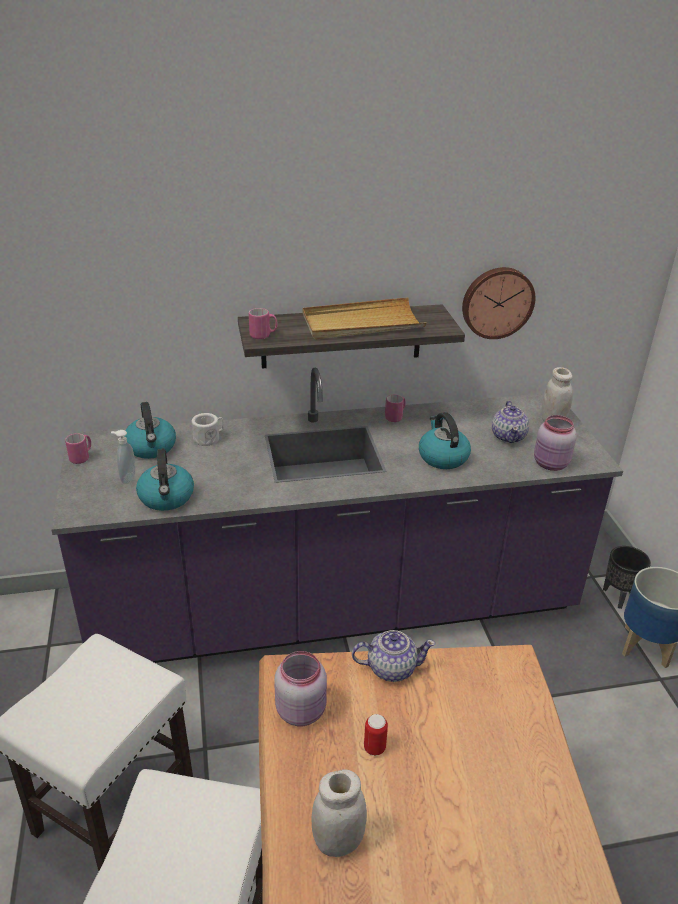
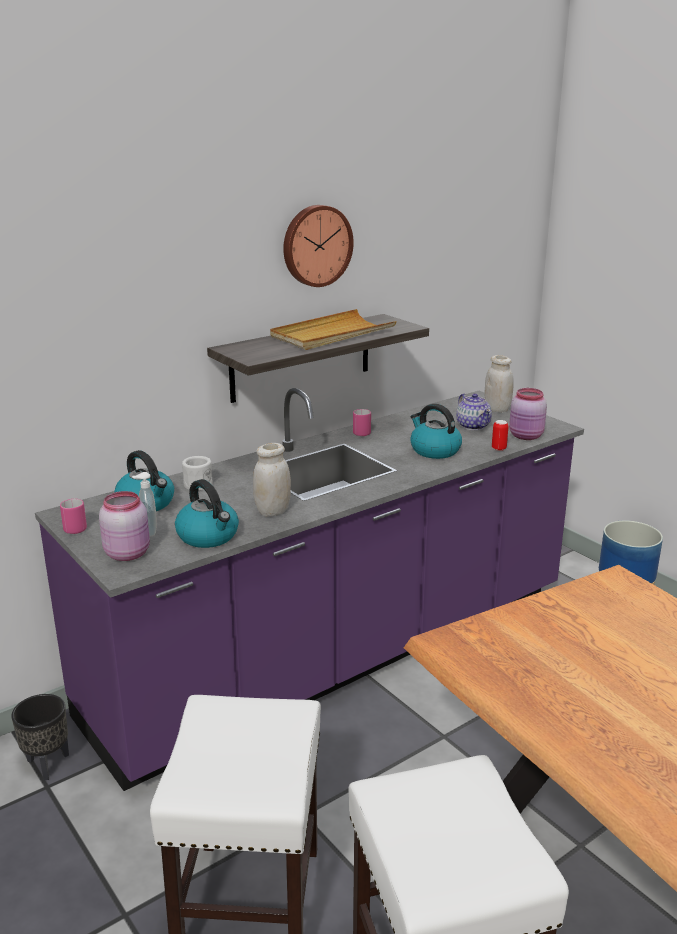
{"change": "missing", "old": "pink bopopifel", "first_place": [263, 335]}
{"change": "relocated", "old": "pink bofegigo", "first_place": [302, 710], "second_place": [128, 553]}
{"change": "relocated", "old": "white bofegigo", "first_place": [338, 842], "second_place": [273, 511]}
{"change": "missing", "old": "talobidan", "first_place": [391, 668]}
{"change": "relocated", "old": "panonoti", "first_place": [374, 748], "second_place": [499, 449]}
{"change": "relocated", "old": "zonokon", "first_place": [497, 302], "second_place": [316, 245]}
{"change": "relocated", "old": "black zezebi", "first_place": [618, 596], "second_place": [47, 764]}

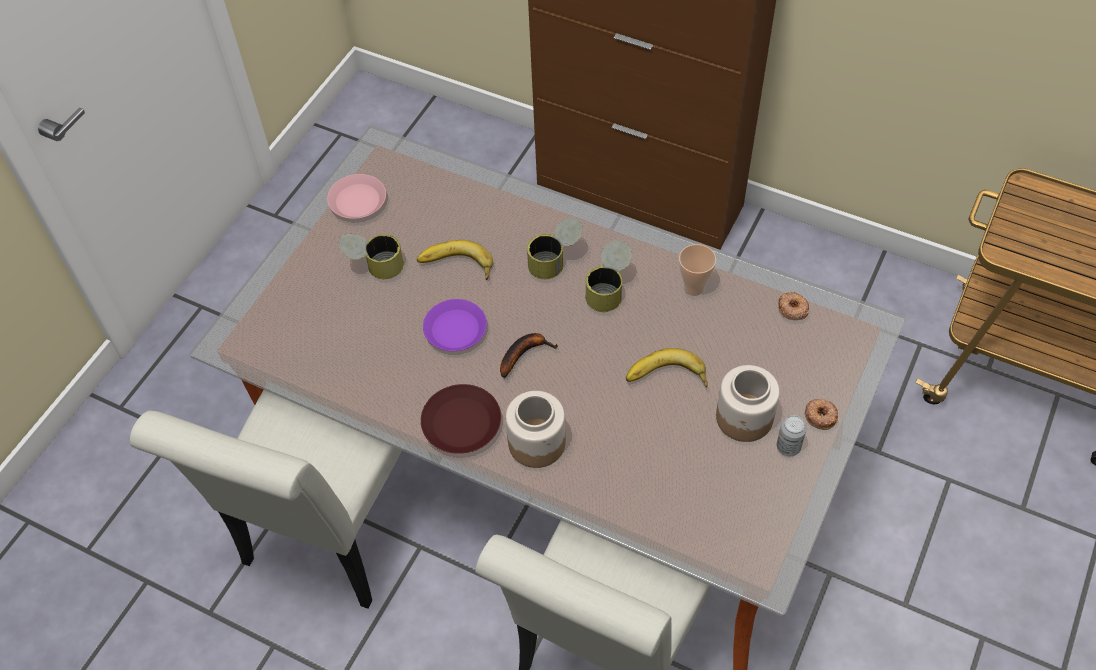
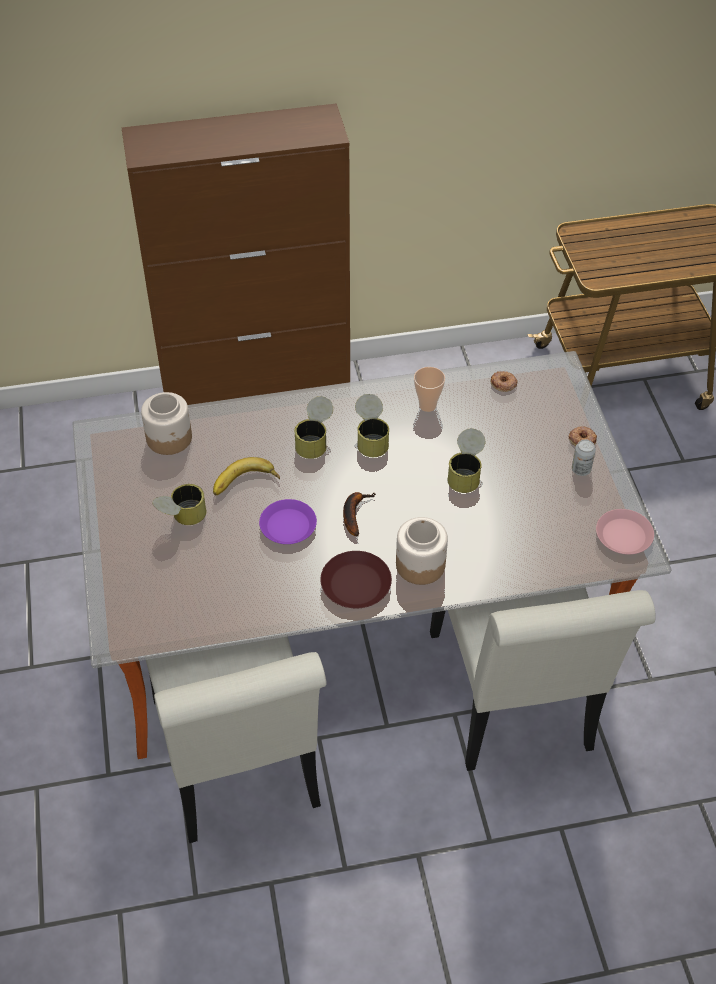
{"change": "relocated", "old": "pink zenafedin", "first_place": [357, 201], "second_place": [623, 536]}
{"change": "exchanged", "old": "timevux", "new": "panonoti", "first_place": [666, 379], "second_place": [466, 473]}
{"change": "relocated", "old": "bofegigo", "first_place": [744, 418], "second_place": [169, 438]}

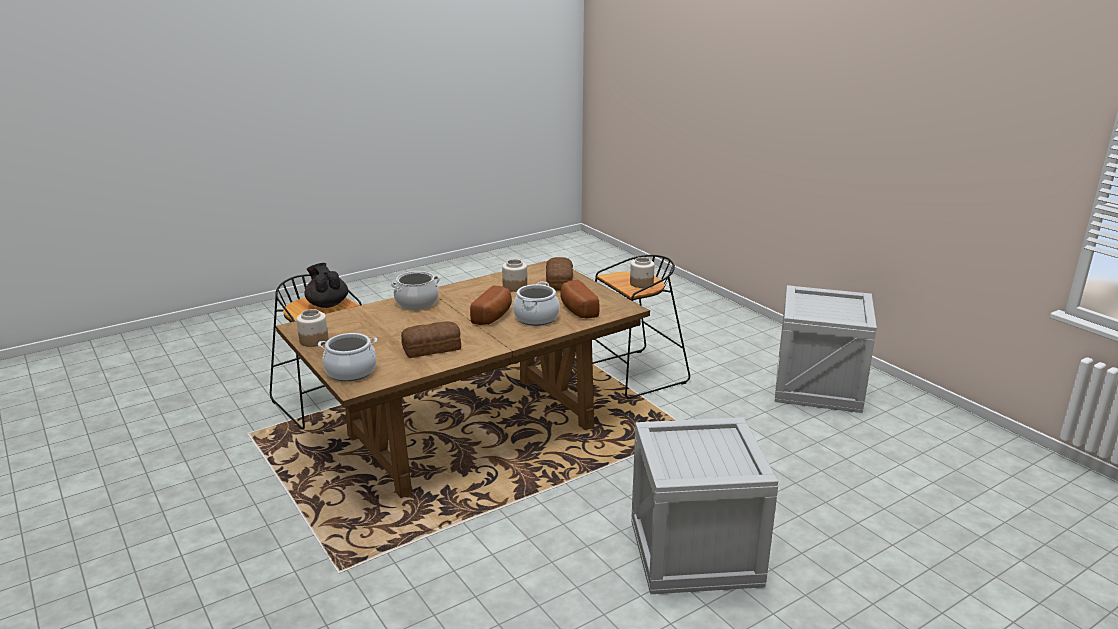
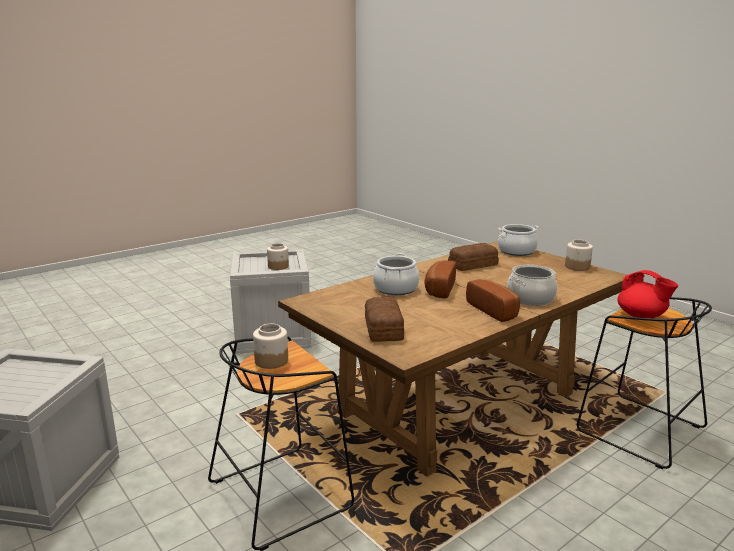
{"change": "colour", "old": "black talobidan", "new": "red talobidan", "first_place": [327, 304], "second_place": [641, 316]}
{"change": "relocated", "old": "bofegigo", "first_place": [514, 287], "second_place": [278, 266]}
{"change": "relocated", "old": "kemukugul", "first_place": [576, 310], "second_place": [494, 310]}

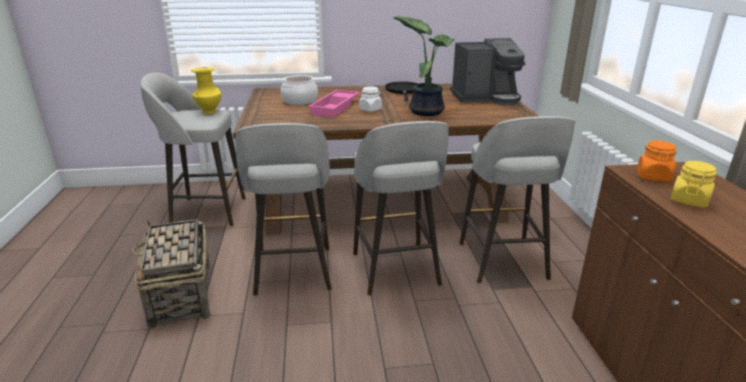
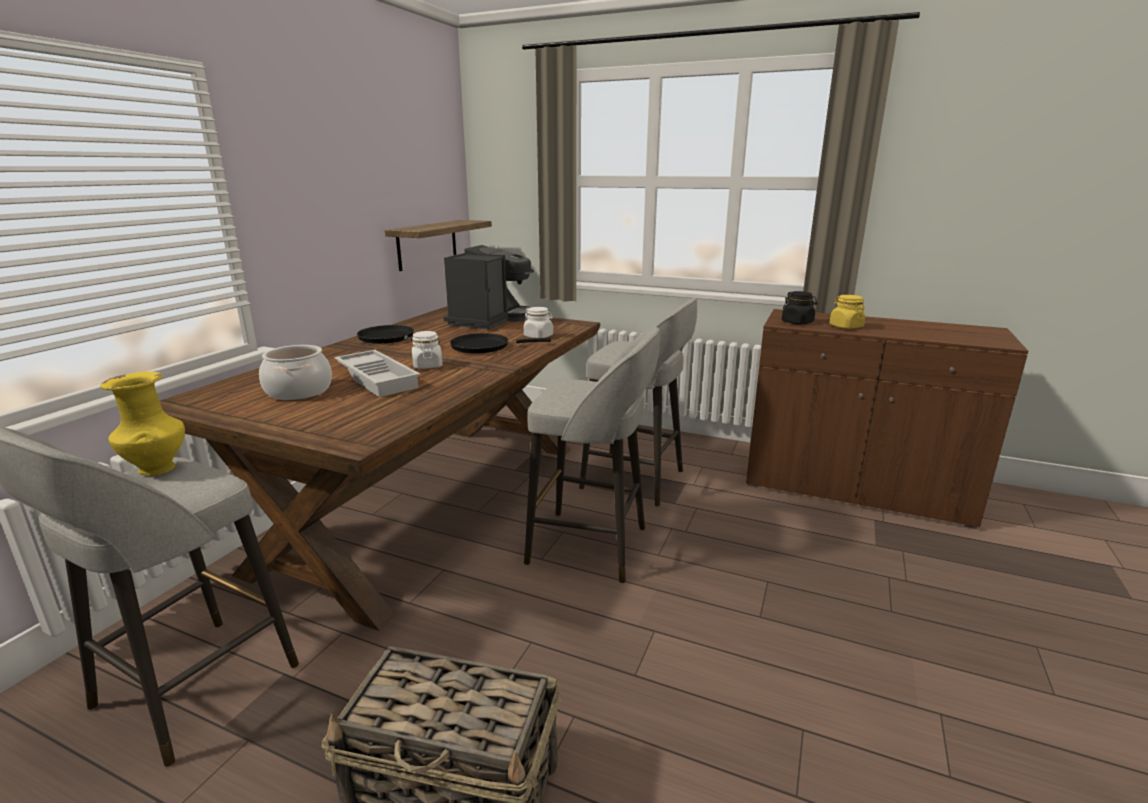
{"change": "missing", "old": "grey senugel", "first_place": [293, 272]}
{"change": "colour", "old": "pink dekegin", "new": "white dekegin", "first_place": [336, 107], "second_place": [379, 378]}
{"change": "exchanged", "old": "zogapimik", "new": "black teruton", "first_place": [425, 111], "second_place": [485, 347]}
{"change": "colour", "old": "orange bofegigo", "new": "black bofegigo", "first_place": [653, 177], "second_place": [797, 322]}
{"change": "appeared", "new": "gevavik", "second_place": [427, 244]}
{"change": "appeared", "new": "white bofegigo", "second_place": [538, 336]}

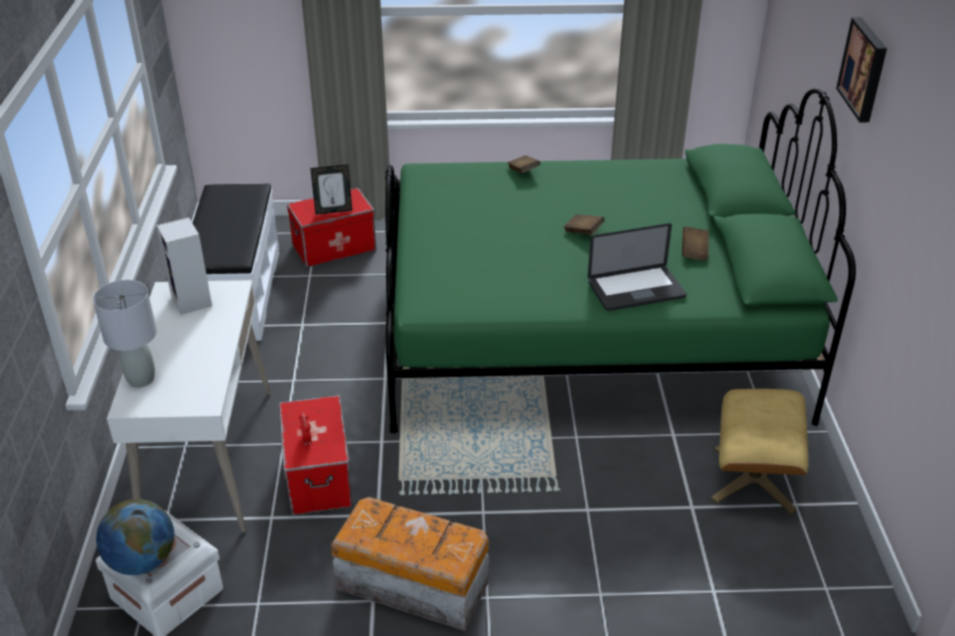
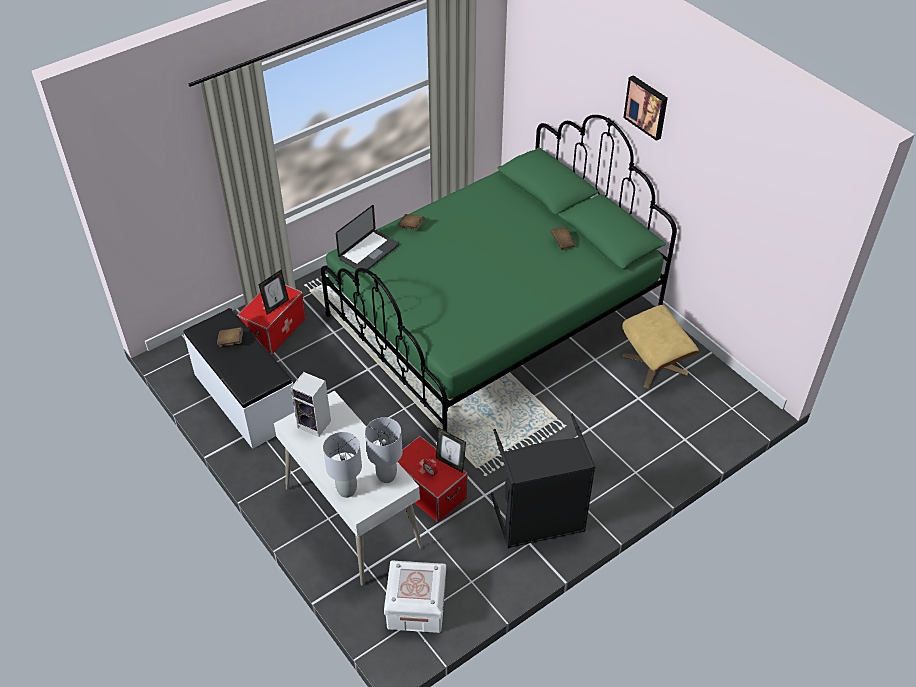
{"change": "missing", "old": "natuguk", "first_place": [142, 561]}
{"change": "exchanged", "old": "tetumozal", "new": "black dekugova", "first_place": [412, 583], "second_place": [540, 522]}
{"change": "relocated", "old": "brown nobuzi", "first_place": [583, 232], "second_place": [231, 341]}
{"change": "relocated", "old": "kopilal", "first_place": [636, 290], "second_place": [369, 252]}
{"change": "appeared", "new": "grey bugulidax", "second_place": [386, 476]}
{"change": "appeared", "new": "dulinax", "second_place": [450, 463]}

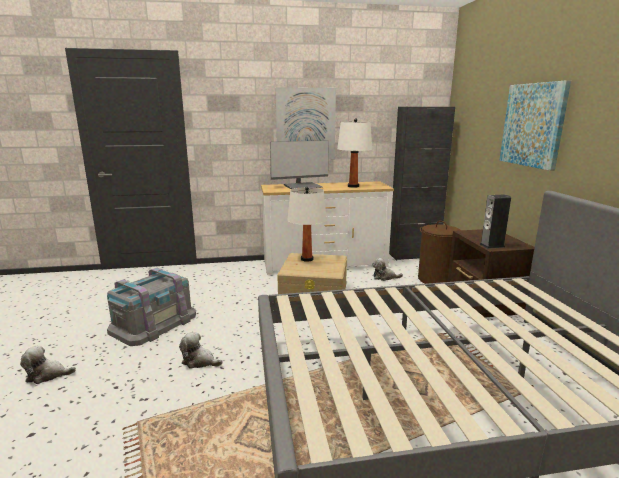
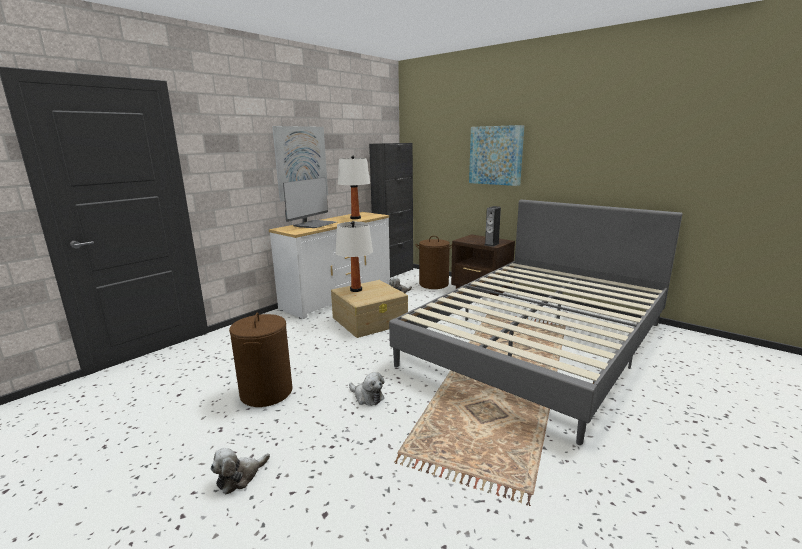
{"change": "exchanged", "old": "grey tetumozal", "new": "brown dekugova", "first_place": [153, 323], "second_place": [266, 392]}
{"change": "spun", "old": "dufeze", "first_place": [199, 361], "second_place": [367, 397], "degrees": -120}

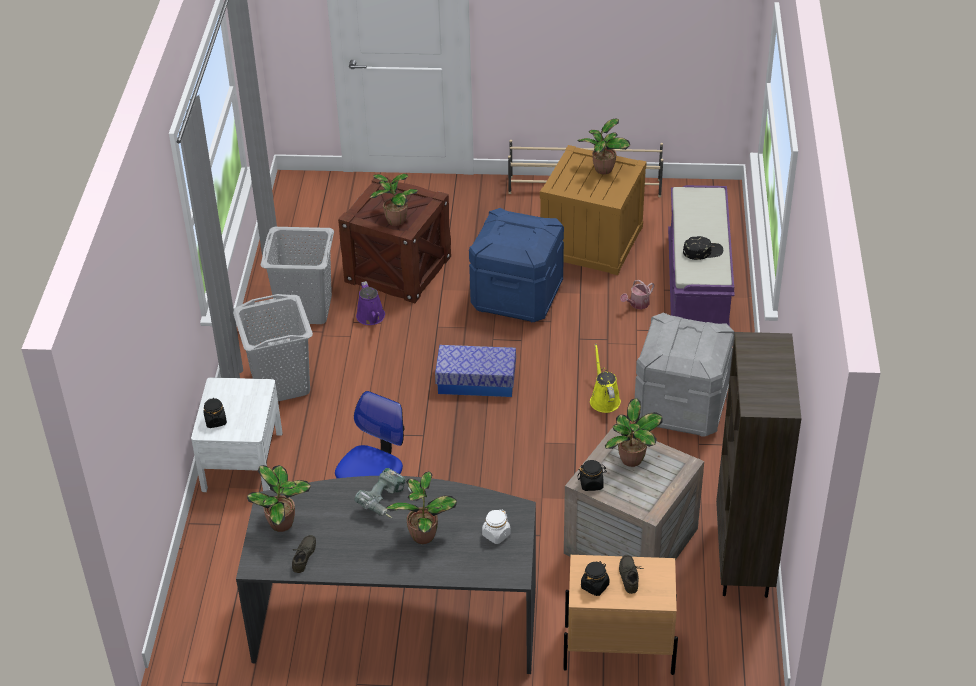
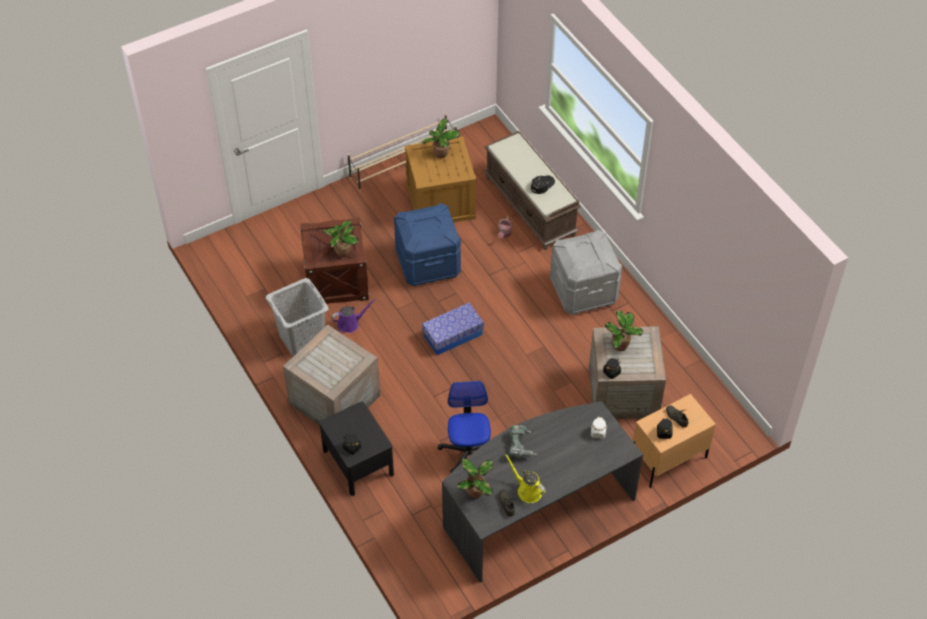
{"change": "colour", "old": "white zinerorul", "new": "black zinerorul", "first_place": [242, 461], "second_place": [358, 462]}
{"change": "exchanged", "old": "grey dekugova", "new": "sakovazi", "first_place": [281, 383], "second_place": [334, 398]}
{"change": "spun", "old": "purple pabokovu", "first_place": [371, 318], "second_place": [350, 323], "degrees": -60}
{"change": "missing", "old": "zogapimik", "first_place": [423, 534]}
{"change": "relocated", "old": "yellow pabokovu", "first_place": [604, 399], "second_place": [527, 490]}
{"change": "colour", "old": "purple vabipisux", "new": "brown vabipisux", "first_place": [698, 289], "second_place": [531, 206]}
{"change": "missing", "old": "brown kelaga", "first_place": [744, 561]}

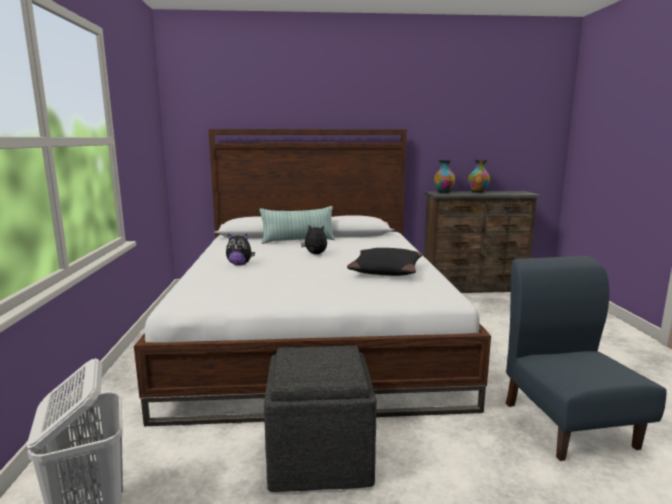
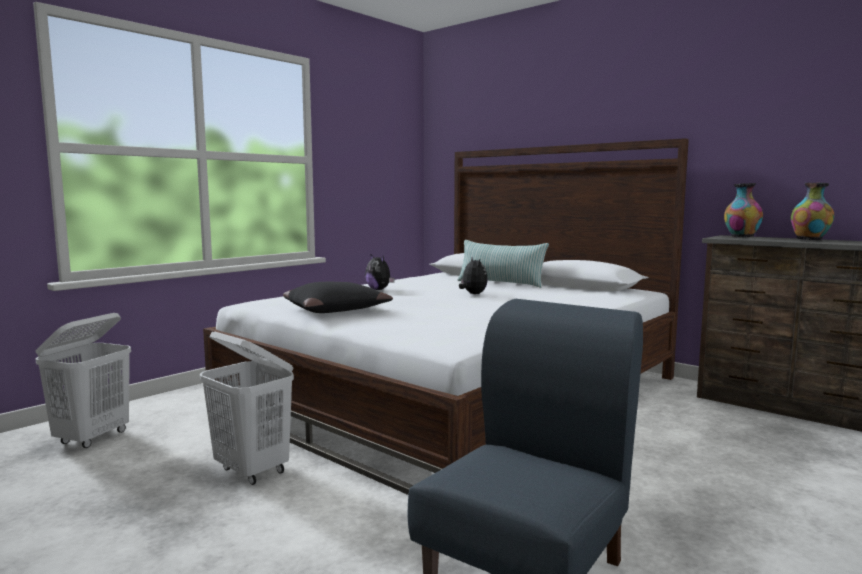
{"change": "exchanged", "old": "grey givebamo", "new": "white dekugova", "first_place": [320, 455], "second_place": [252, 471]}
{"change": "relocated", "old": "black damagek", "first_place": [385, 270], "second_place": [335, 310]}

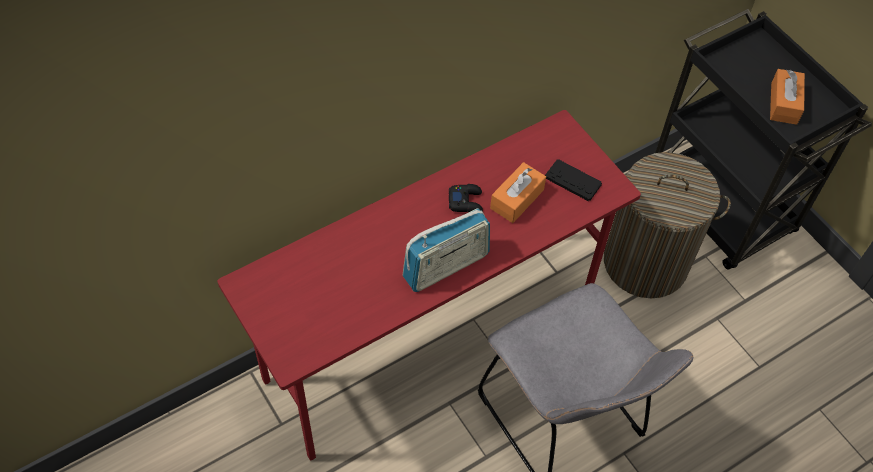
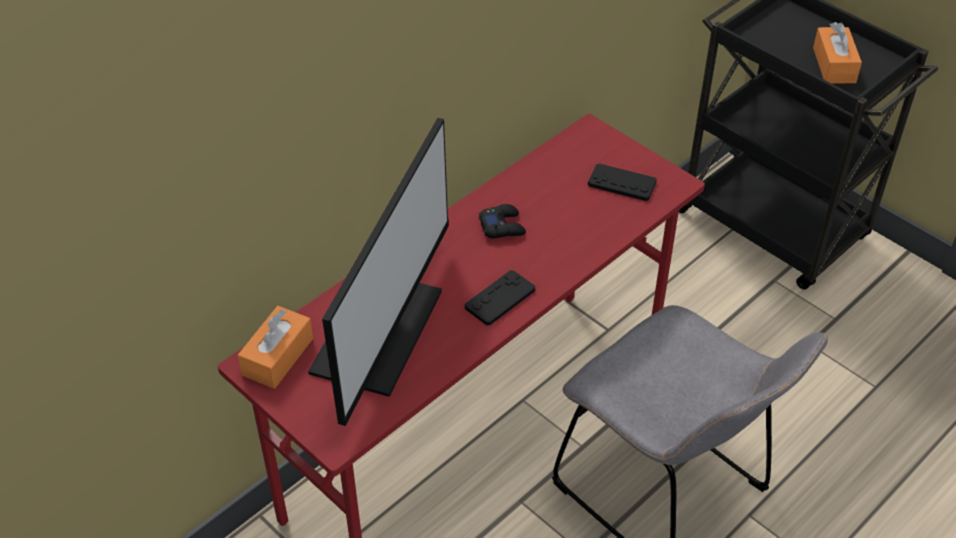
{"change": "exchanged", "old": "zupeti", "new": "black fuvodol", "first_place": [446, 266], "second_place": [500, 299]}
{"change": "relocated", "old": "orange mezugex", "first_place": [517, 199], "second_place": [278, 357]}
{"change": "missing", "old": "dekugova", "first_place": [645, 262]}
{"change": "appeared", "new": "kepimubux", "second_place": [380, 332]}

